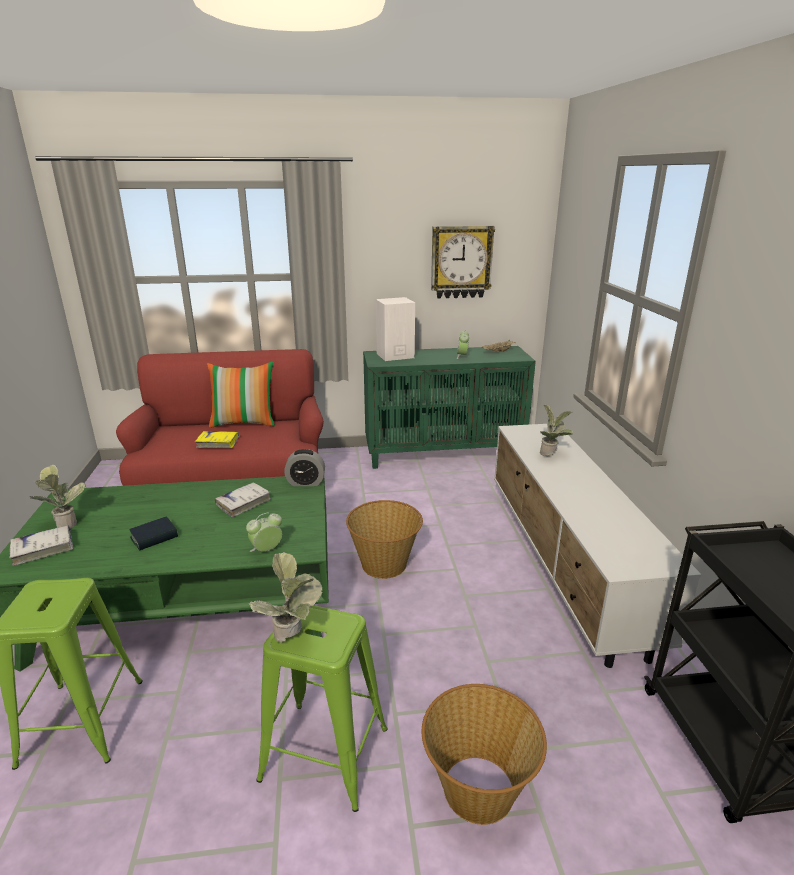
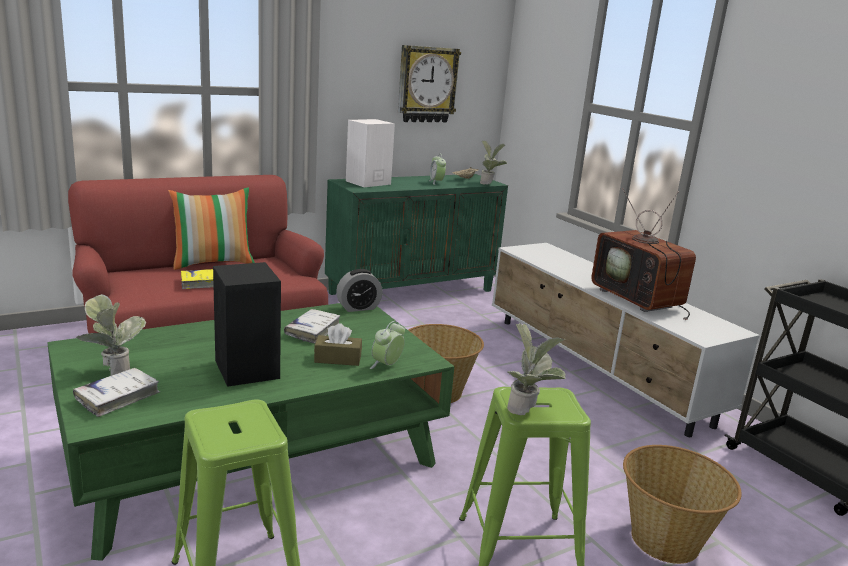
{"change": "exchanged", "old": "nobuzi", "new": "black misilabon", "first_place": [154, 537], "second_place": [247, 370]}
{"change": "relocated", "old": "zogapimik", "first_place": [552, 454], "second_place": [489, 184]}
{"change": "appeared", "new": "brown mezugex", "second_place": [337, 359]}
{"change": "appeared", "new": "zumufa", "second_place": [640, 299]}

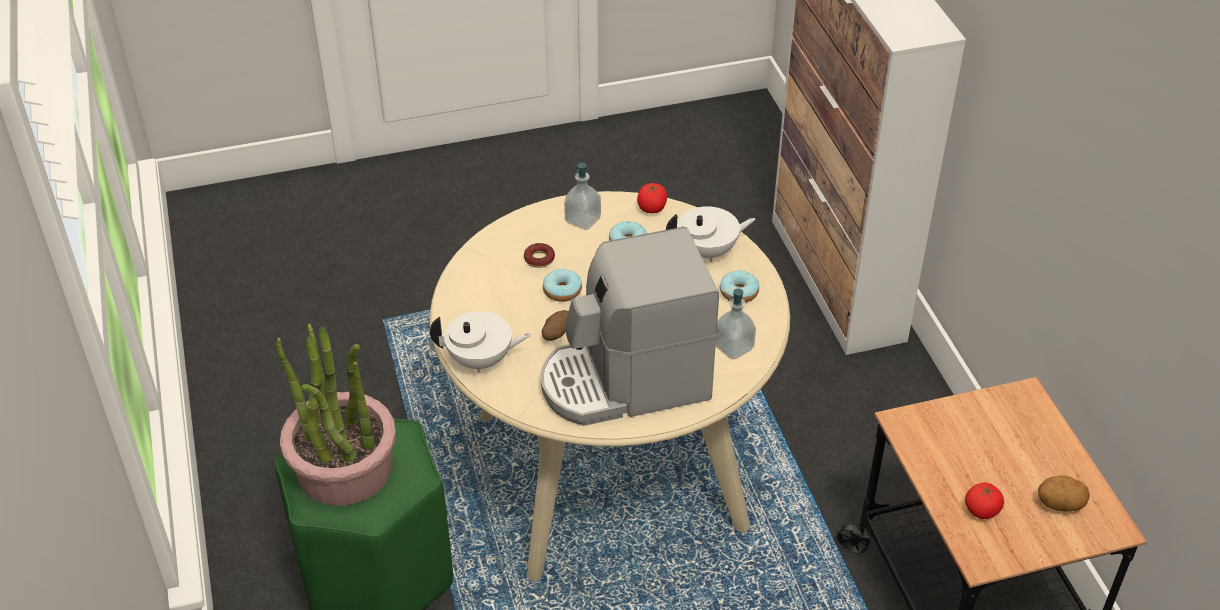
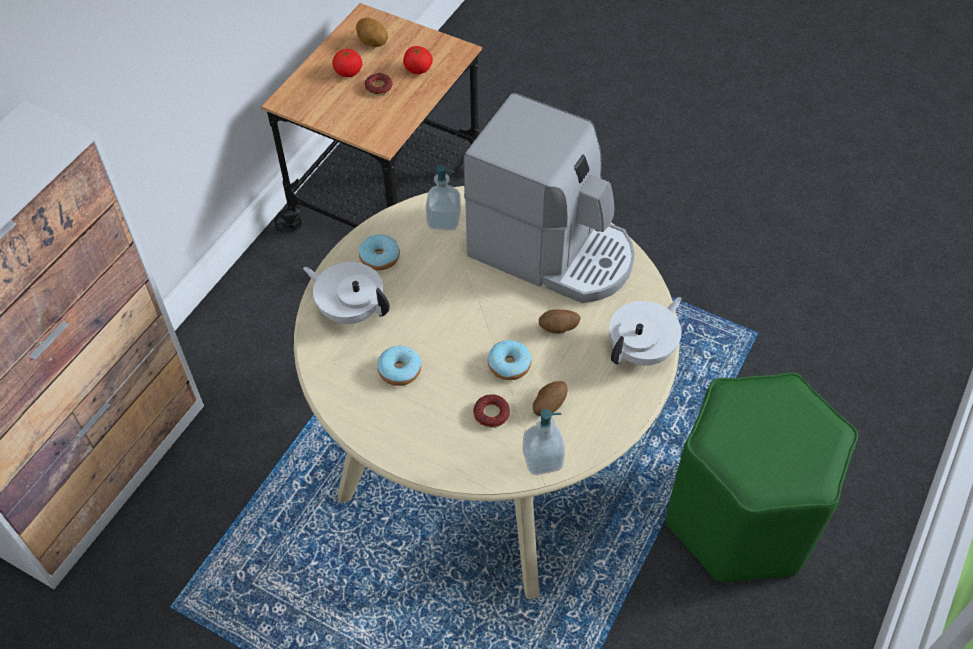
{"change": "missing", "old": "zogapimik", "first_place": [344, 470]}
{"change": "spun", "old": "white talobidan", "first_place": [481, 360], "second_place": [642, 350], "degrees": 90}
{"change": "relocated", "old": "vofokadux", "first_place": [582, 220], "second_place": [542, 459]}
{"change": "relocated", "old": "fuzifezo", "first_place": [652, 208], "second_place": [348, 72]}
{"change": "appeared", "new": "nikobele", "second_place": [378, 87]}
{"change": "appeared", "new": "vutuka", "second_place": [549, 405]}

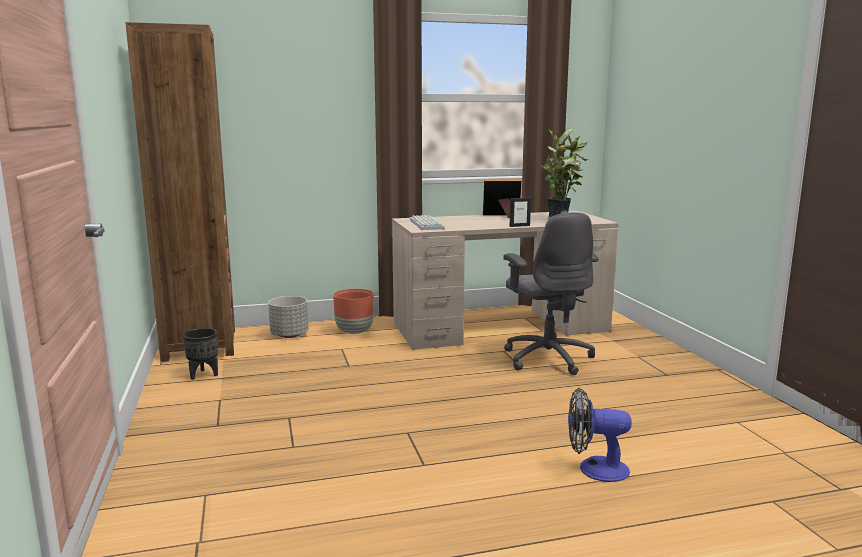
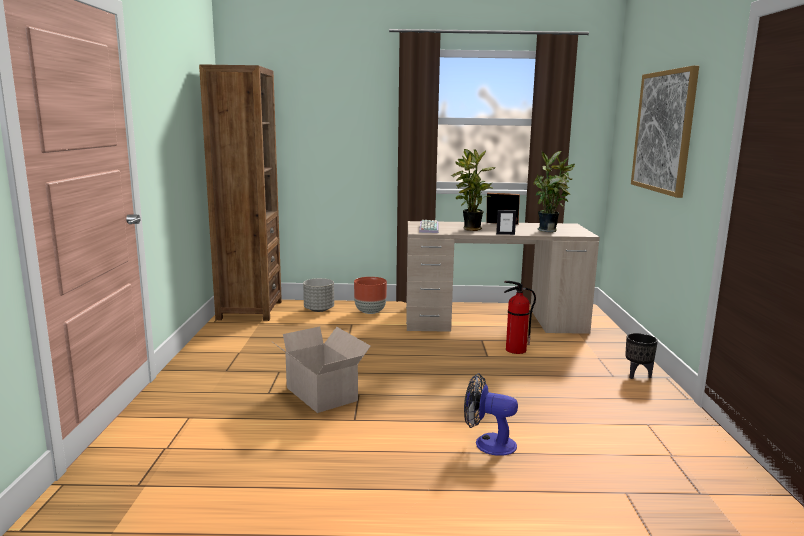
{"change": "relocated", "old": "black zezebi", "first_place": [204, 374], "second_place": [637, 375]}
{"change": "exchanged", "old": "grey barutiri", "new": "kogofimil", "first_place": [547, 358], "second_place": [515, 350]}
{"change": "appeared", "new": "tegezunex", "second_place": [322, 395]}
{"change": "appeared", "new": "zogapimik", "second_place": [471, 229]}
{"change": "appeared", "new": "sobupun", "second_place": [663, 131]}

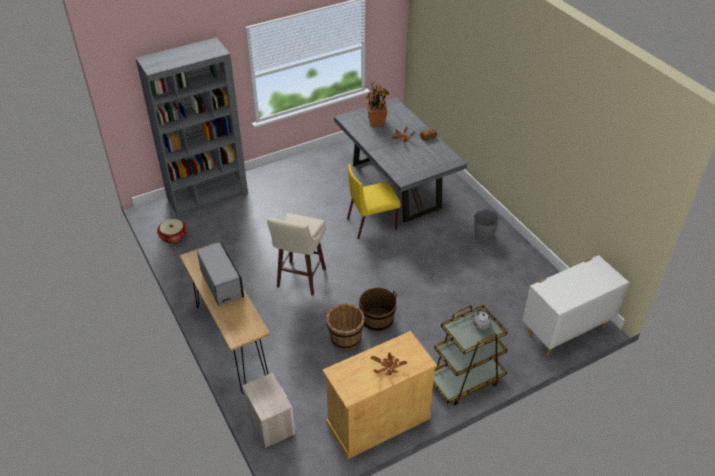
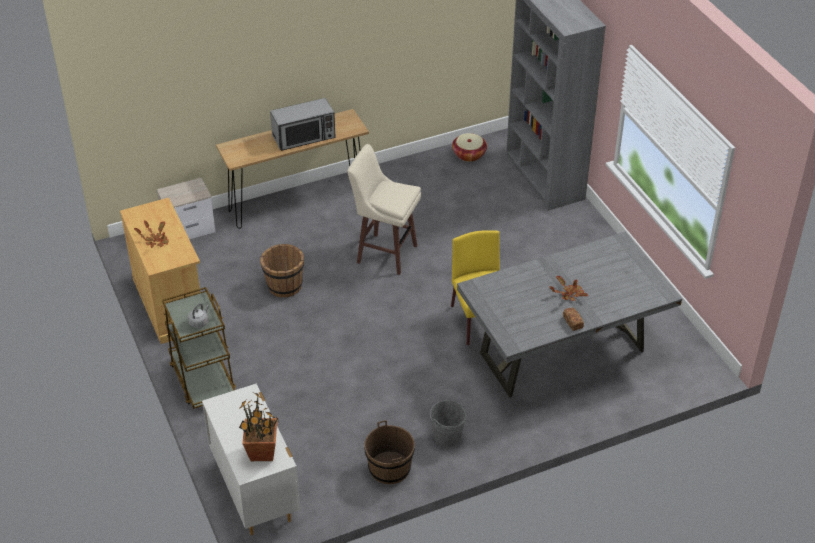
{"change": "relocated", "old": "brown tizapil", "first_place": [377, 320], "second_place": [389, 468]}
{"change": "relocated", "old": "zogapimik", "first_place": [376, 122], "second_place": [262, 453]}

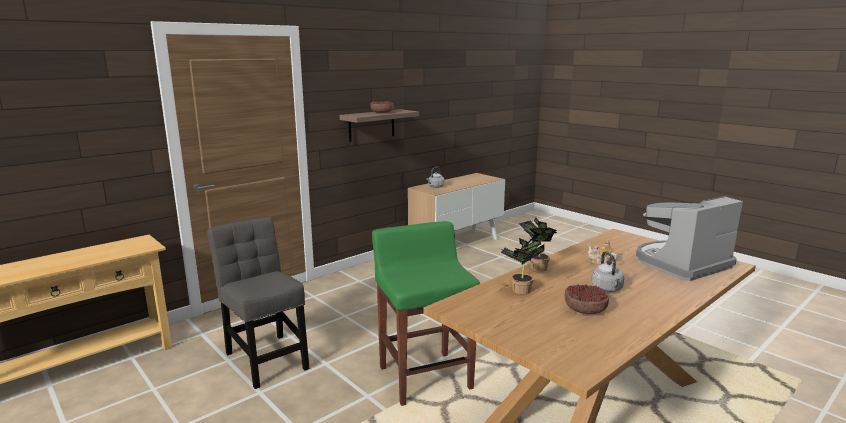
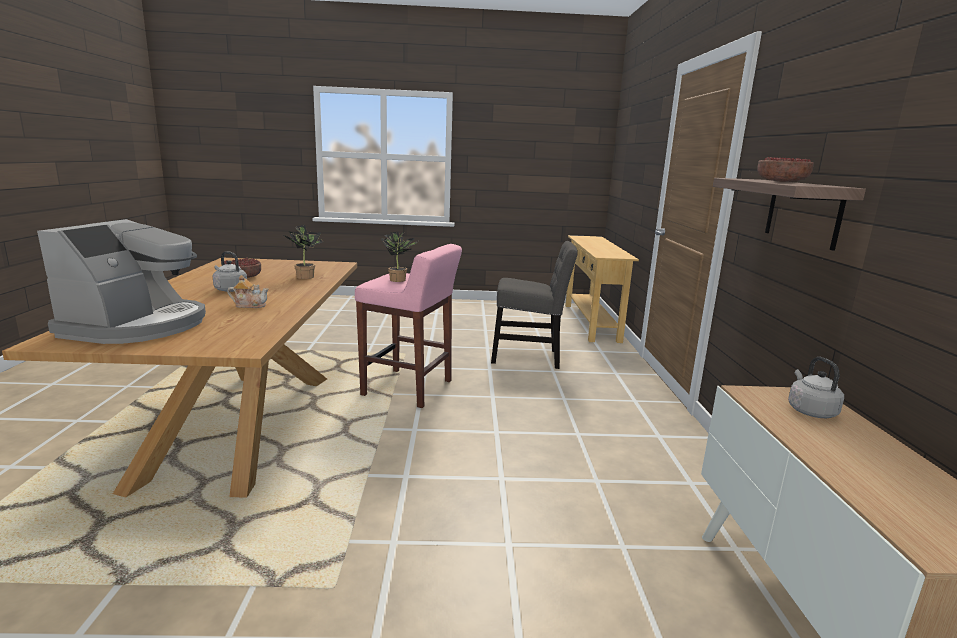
{"change": "colour", "old": "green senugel", "new": "pink senugel", "first_place": [424, 377], "second_place": [409, 388]}
{"change": "relocated", "old": "zogapimik", "first_place": [536, 267], "second_place": [400, 280]}

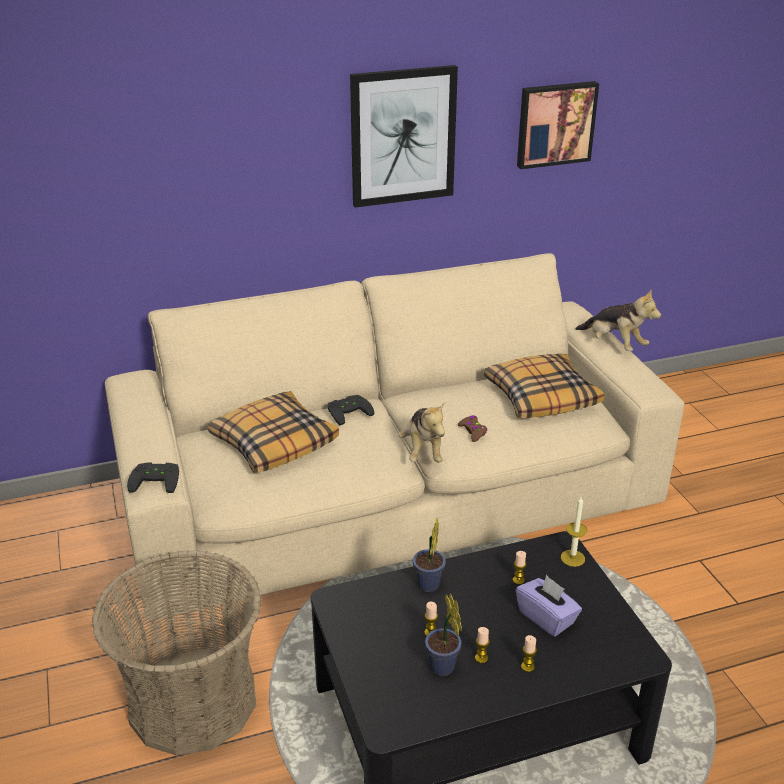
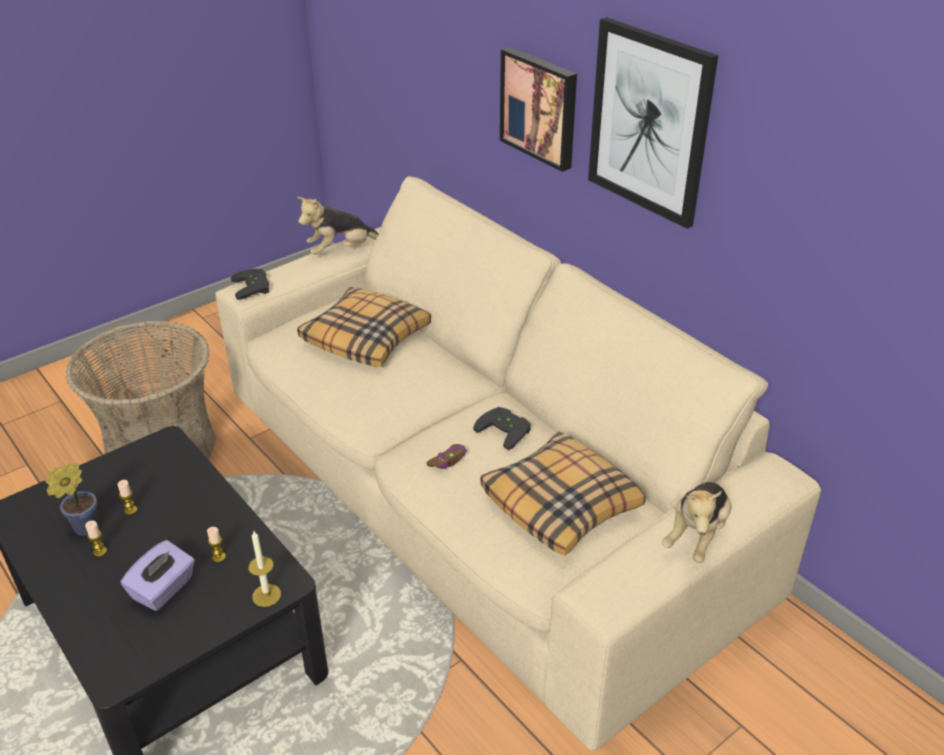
{"change": "relocated", "old": "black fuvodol", "first_place": [348, 411], "second_place": [506, 429]}
{"change": "relocated", "old": "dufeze", "first_place": [423, 450], "second_place": [341, 250]}
{"change": "missing", "old": "zogapimik", "first_place": [427, 586]}
{"change": "relocated", "old": "sobupun", "first_place": [555, 124], "second_place": [540, 107]}
{"change": "missing", "old": "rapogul", "first_place": [527, 666]}

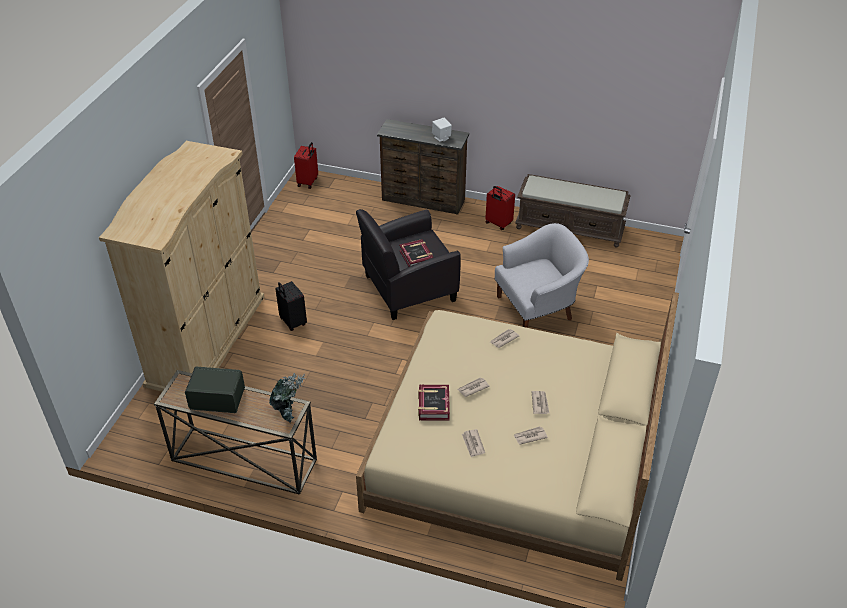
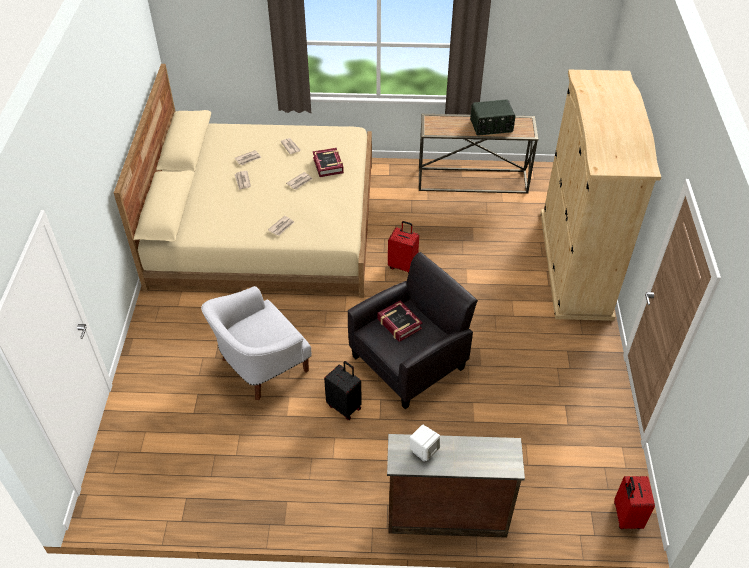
{"change": "missing", "old": "zogapimik", "first_place": [288, 413]}
{"change": "relocated", "old": "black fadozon", "first_place": [292, 322], "second_place": [345, 406]}
{"change": "relocated", "old": "red fadozon", "first_place": [498, 224], "second_place": [403, 266]}
{"change": "missing", "old": "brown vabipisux", "first_place": [570, 228]}

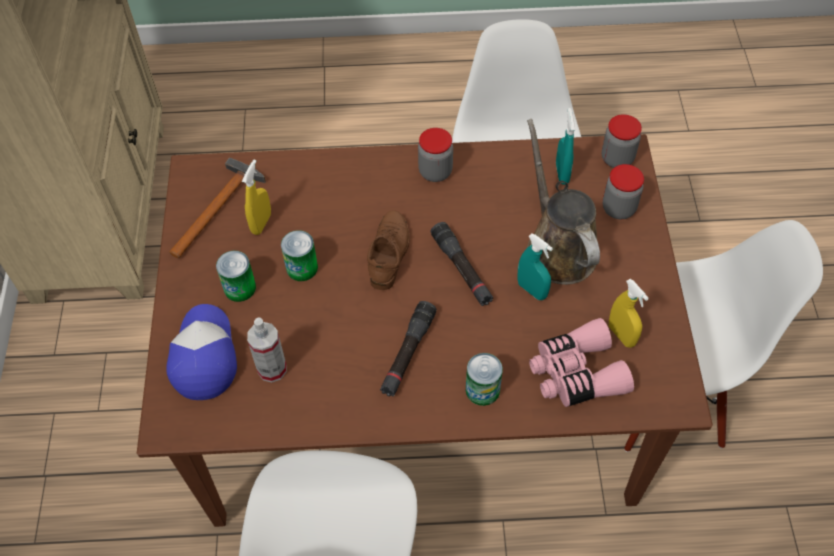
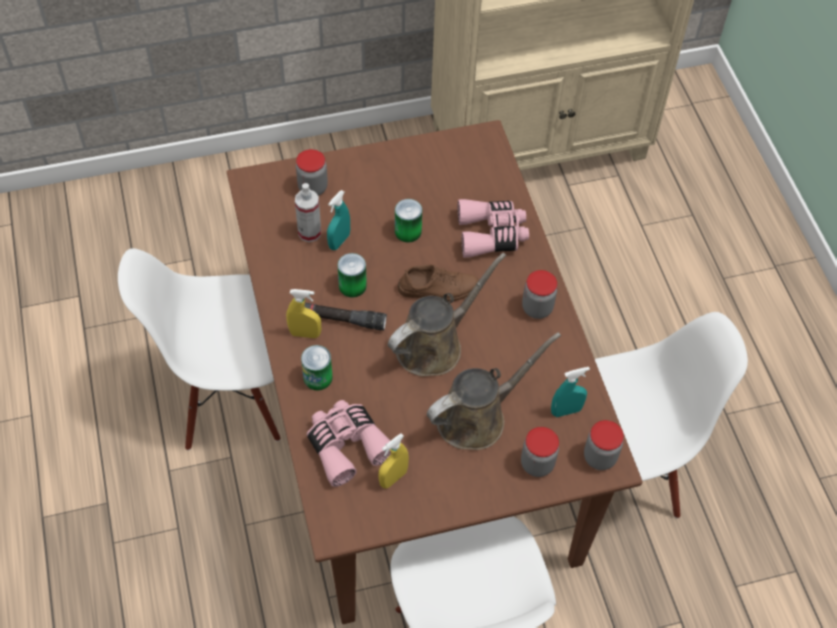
{"change": "exchanged", "old": "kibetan", "new": "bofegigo", "first_place": [203, 356], "second_place": [312, 187]}
{"change": "missing", "old": "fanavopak", "first_place": [218, 207]}
{"change": "relocated", "old": "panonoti", "first_place": [239, 288], "second_place": [352, 286]}
{"change": "relocated", "old": "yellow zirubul", "first_place": [261, 223], "second_place": [305, 334]}
{"change": "exchanged", "old": "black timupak", "new": "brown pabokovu", "first_place": [462, 269], "second_place": [434, 345]}
{"change": "relocated", "old": "turquoise zirubul", "first_place": [532, 290], "second_place": [339, 241]}
{"change": "appeared", "new": "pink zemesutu", "second_place": [491, 234]}

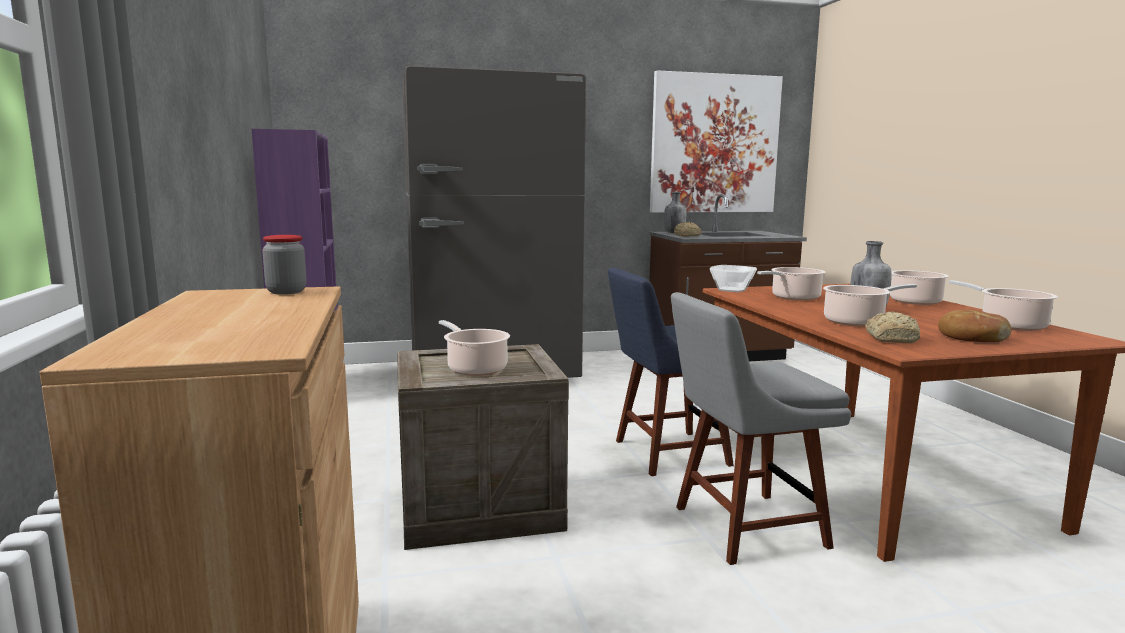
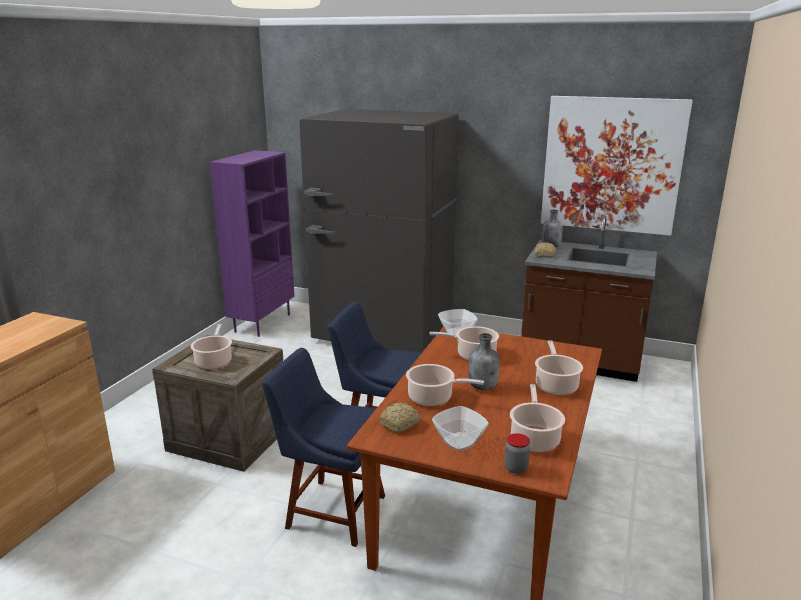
{"change": "relocated", "old": "bofegigo", "first_place": [286, 292], "second_place": [516, 468]}
{"change": "colour", "old": "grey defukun", "new": "blue defukun", "first_place": [742, 527], "second_place": [331, 510]}
{"change": "exchanged", "old": "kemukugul", "new": "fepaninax", "first_place": [971, 337], "second_place": [459, 441]}

